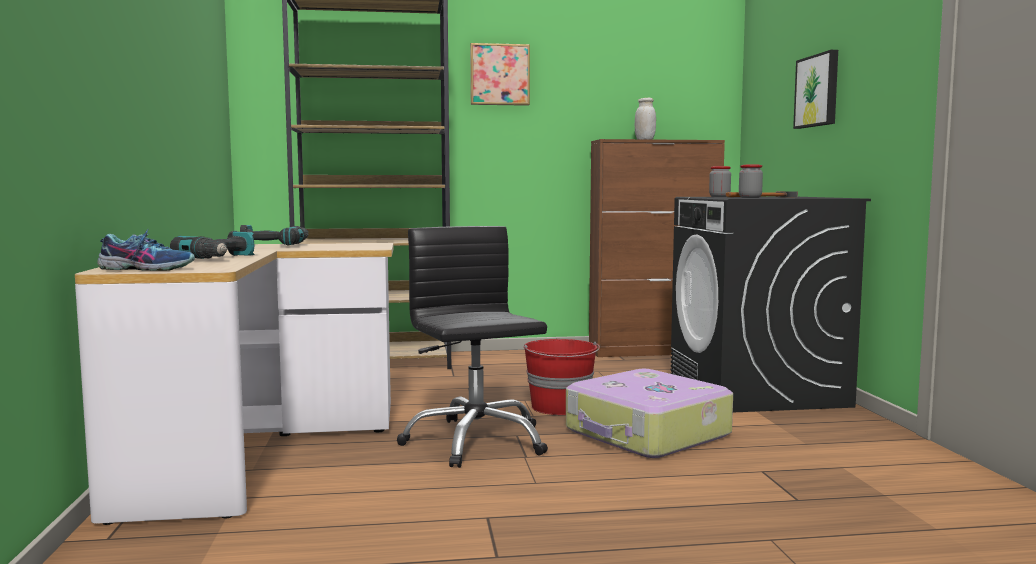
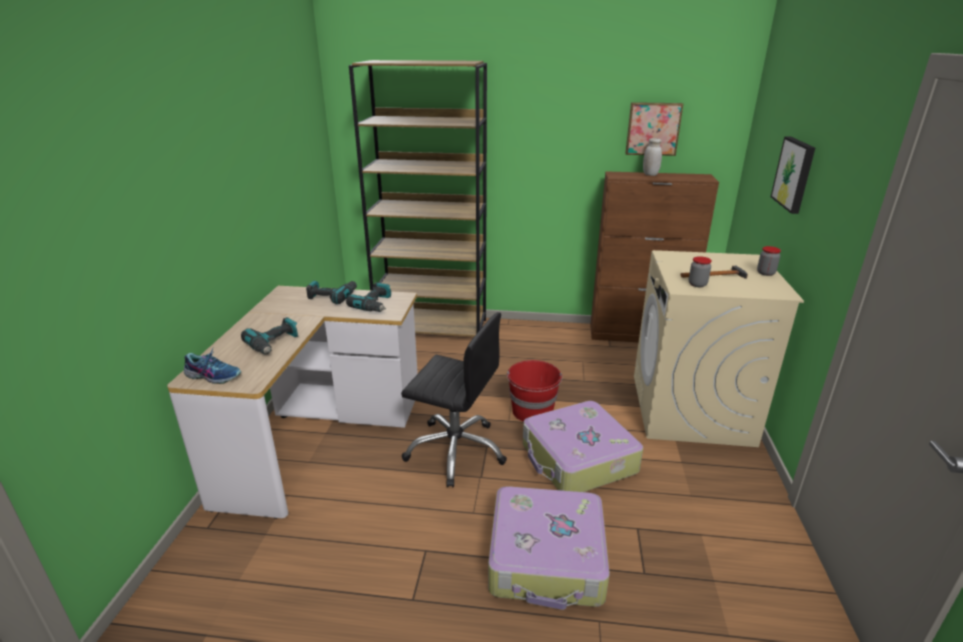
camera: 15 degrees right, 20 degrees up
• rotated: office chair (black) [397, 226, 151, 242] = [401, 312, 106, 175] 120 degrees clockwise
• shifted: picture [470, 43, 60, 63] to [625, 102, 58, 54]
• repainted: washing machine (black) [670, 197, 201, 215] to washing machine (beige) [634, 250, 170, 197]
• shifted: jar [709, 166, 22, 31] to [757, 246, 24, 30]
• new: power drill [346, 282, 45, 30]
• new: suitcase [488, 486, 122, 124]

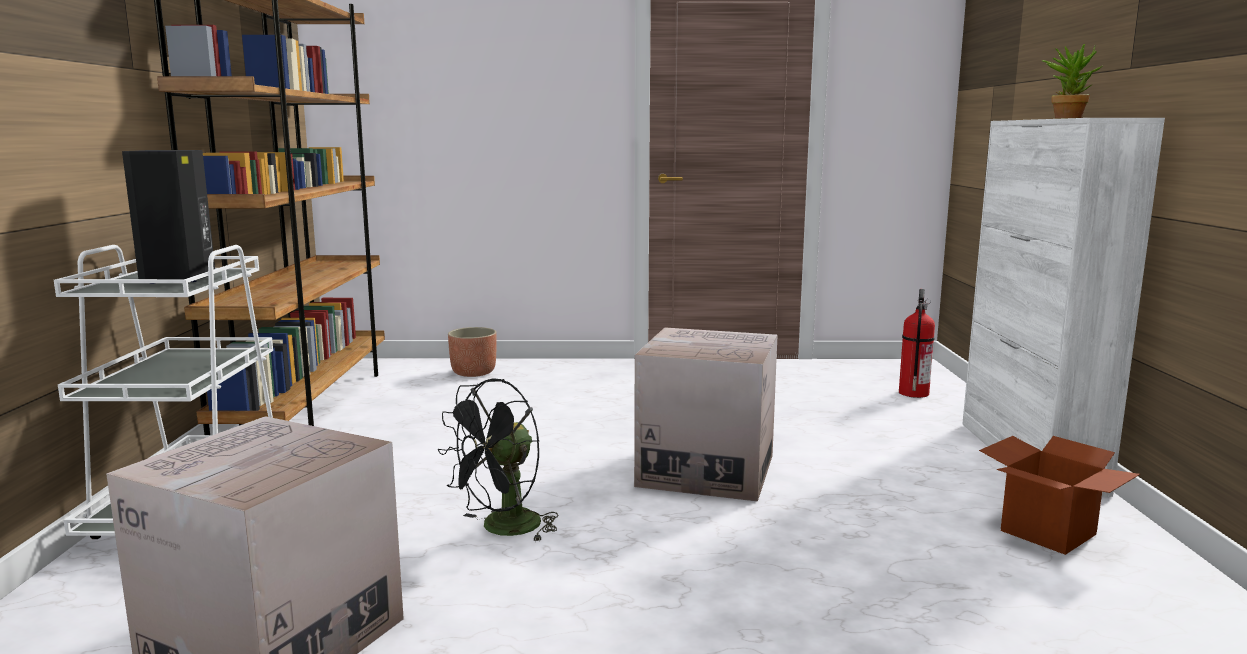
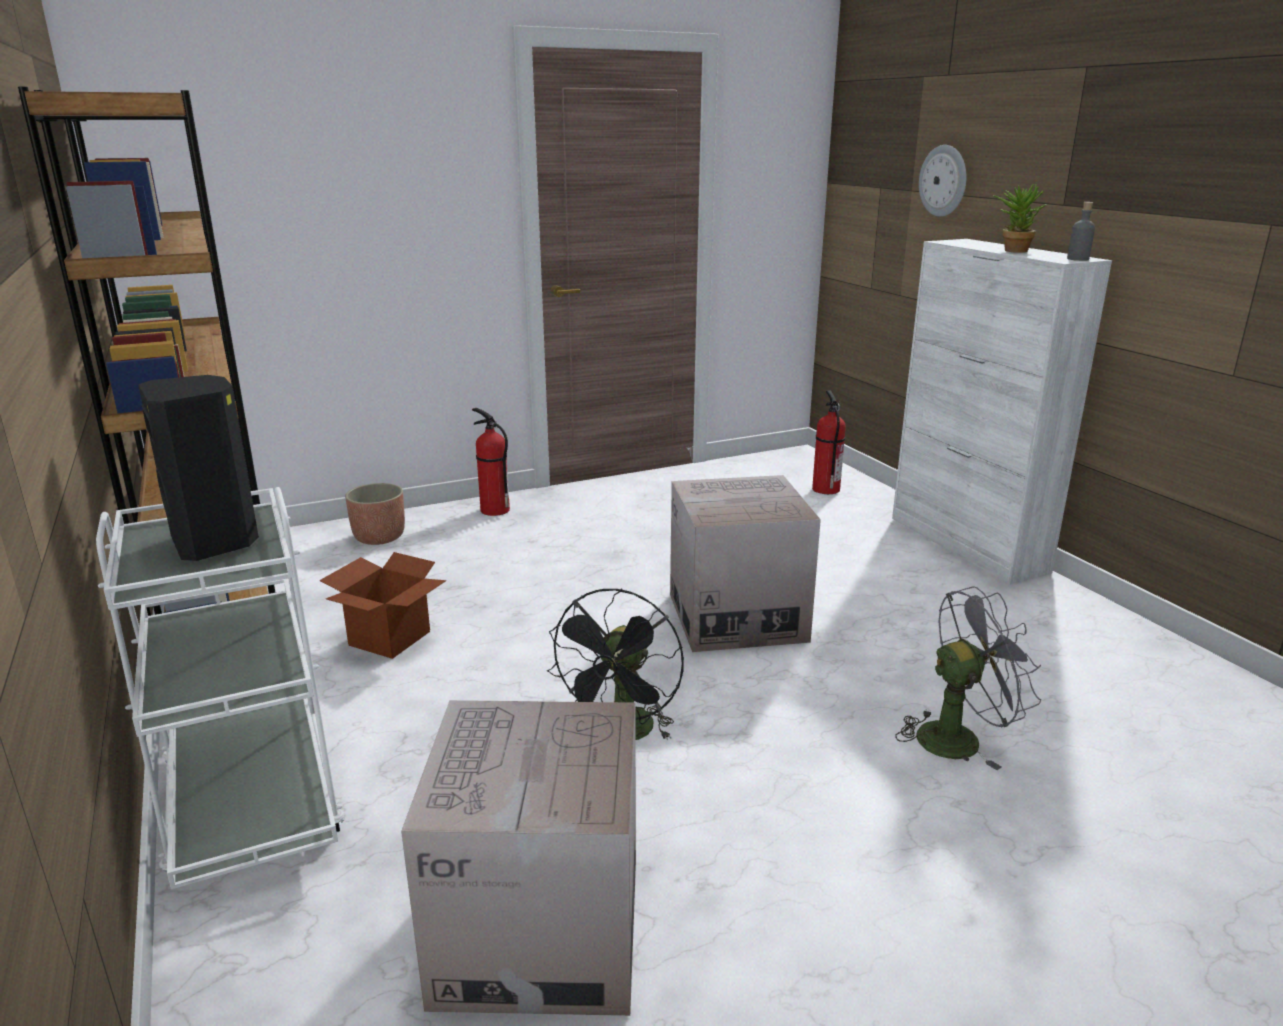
camera: 25 degrees left, 10 degrees up
• shifted: cardboard box [979, 436, 161, 119] to [319, 552, 127, 107]
• new: fire extinguisher [472, 408, 38, 108]
• new: fan (grey) [896, 586, 145, 184]
• new: wall clock [919, 145, 48, 72]
• new: bottle (grey) [1067, 202, 28, 59]

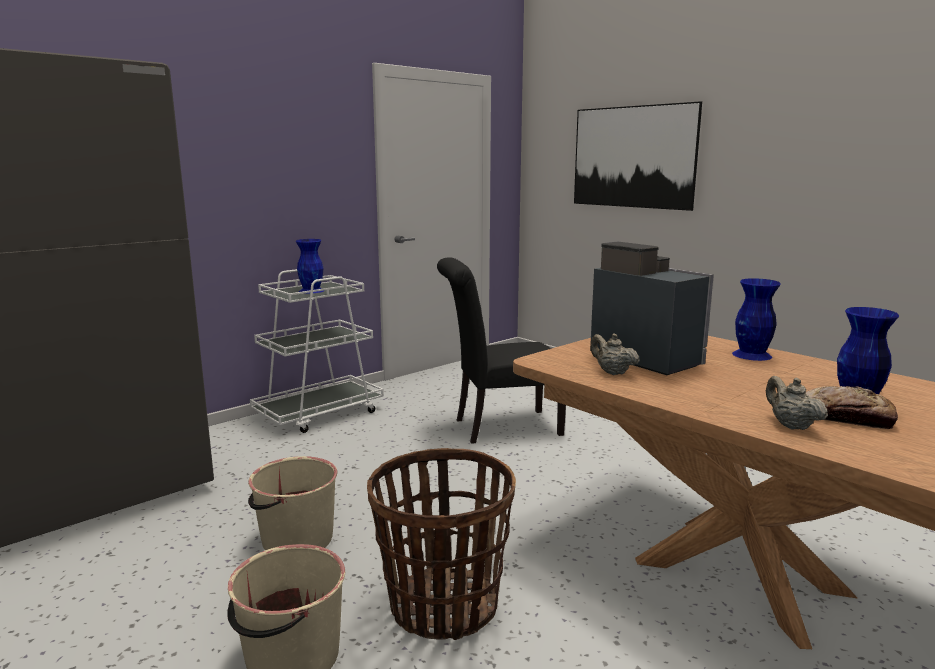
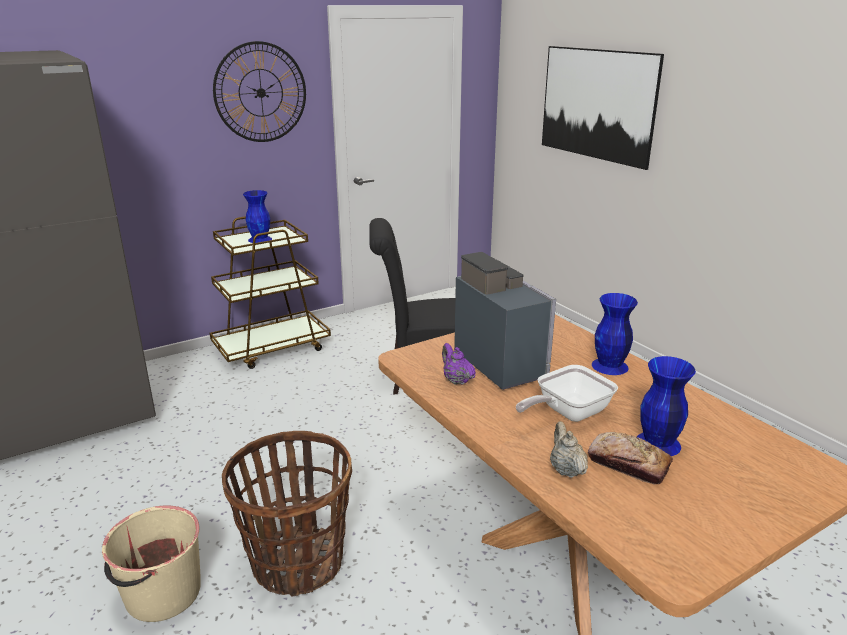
camera: 10 degrees right, 10 degrees up
• gone: bucket (beige) [248, 456, 89, 94]
• repainted: cart (white) [250, 269, 134, 164] to cart (brown) [210, 216, 121, 153]
• repainted: teapot (beige) [590, 334, 50, 41] to teapot (purple) [442, 343, 34, 42]
• new: wall clock [213, 41, 93, 101]
• new: frying pan [516, 365, 102, 57]

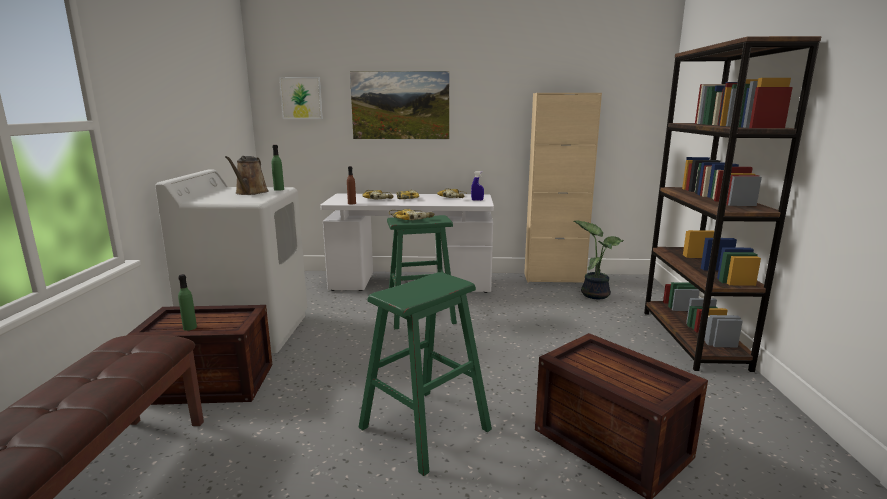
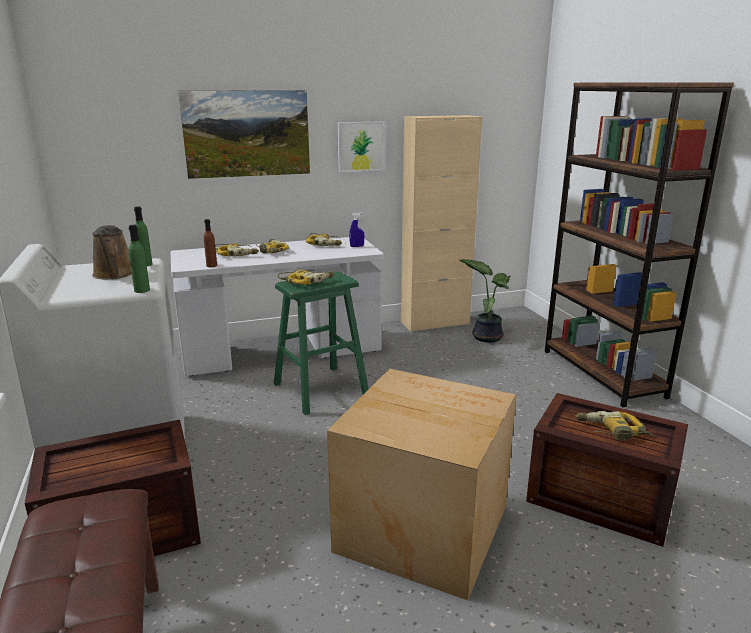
camera: 20 degrees left, 5 degrees up
• shifted: bottle (green) [178, 274, 19, 57] to [129, 225, 21, 68]
• shifted: picture [279, 77, 44, 42] to [338, 121, 47, 51]
• swapped: stool (green) [359, 272, 133, 204] to cardboard box [327, 369, 189, 231]
• new: power drill [576, 411, 79, 30]

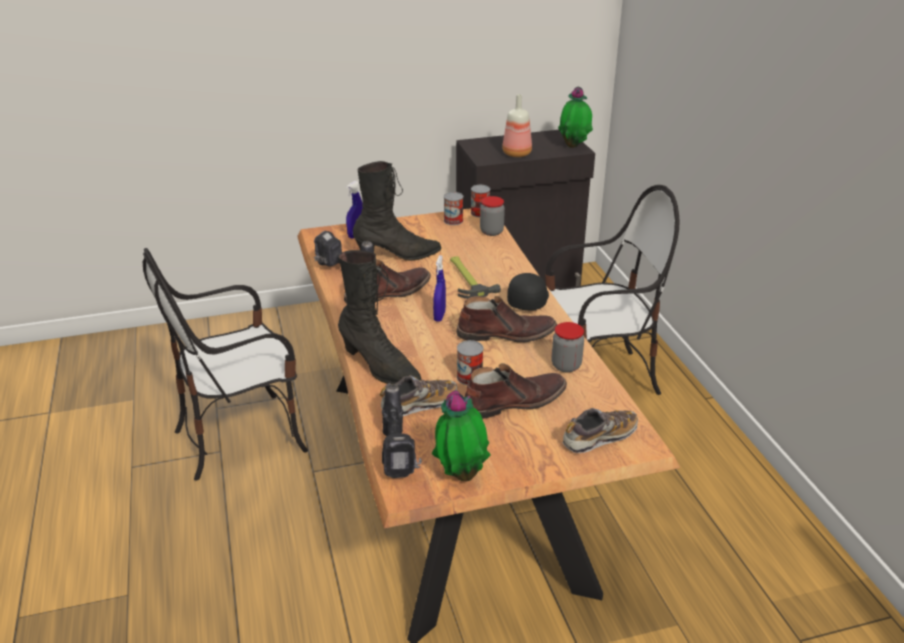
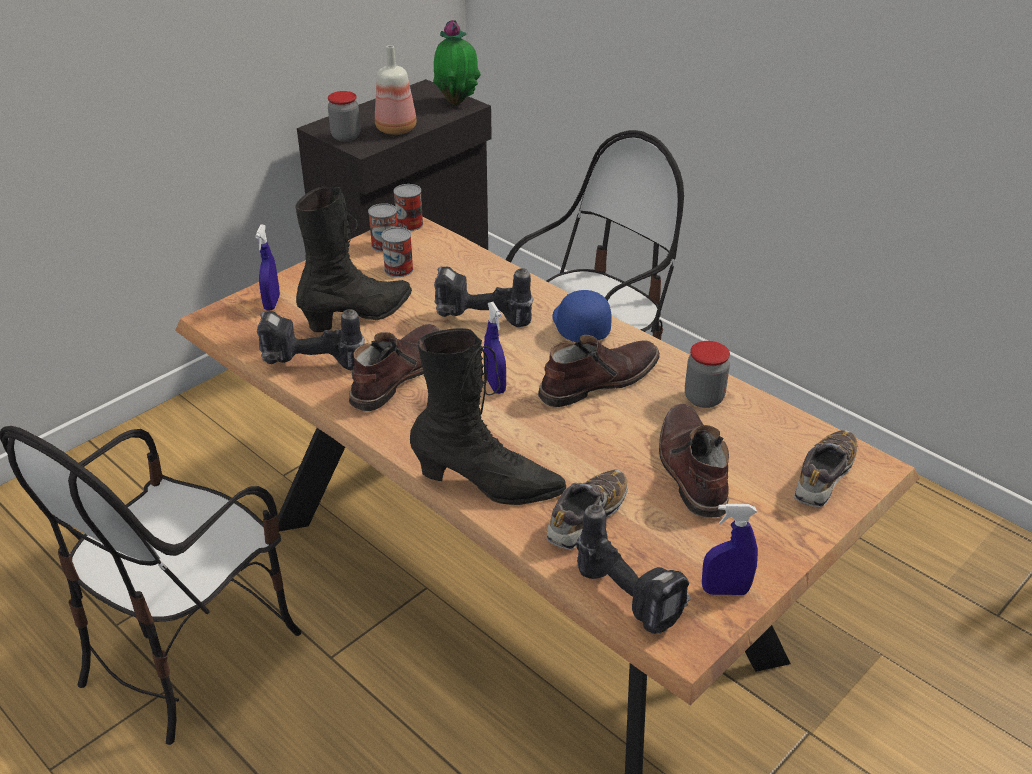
camera: 30 degrees left, 5 degrees up
• swapped: potted plant [432, 390, 59, 91] to spray bottle (blue) [702, 504, 56, 91]
• swapped: hammer [450, 256, 51, 43] to power drill [434, 267, 99, 60]
• shifted: can [457, 340, 27, 45] to [381, 227, 32, 50]
• rotated: boot (brown) [465, 363, 102, 56] = [659, 404, 70, 113] 45 degrees counterclockwise
• shifted: jar [480, 196, 25, 40] to [328, 91, 32, 51]
• repainted: cap (black) [507, 273, 42, 37] to cap (blue) [553, 290, 59, 52]

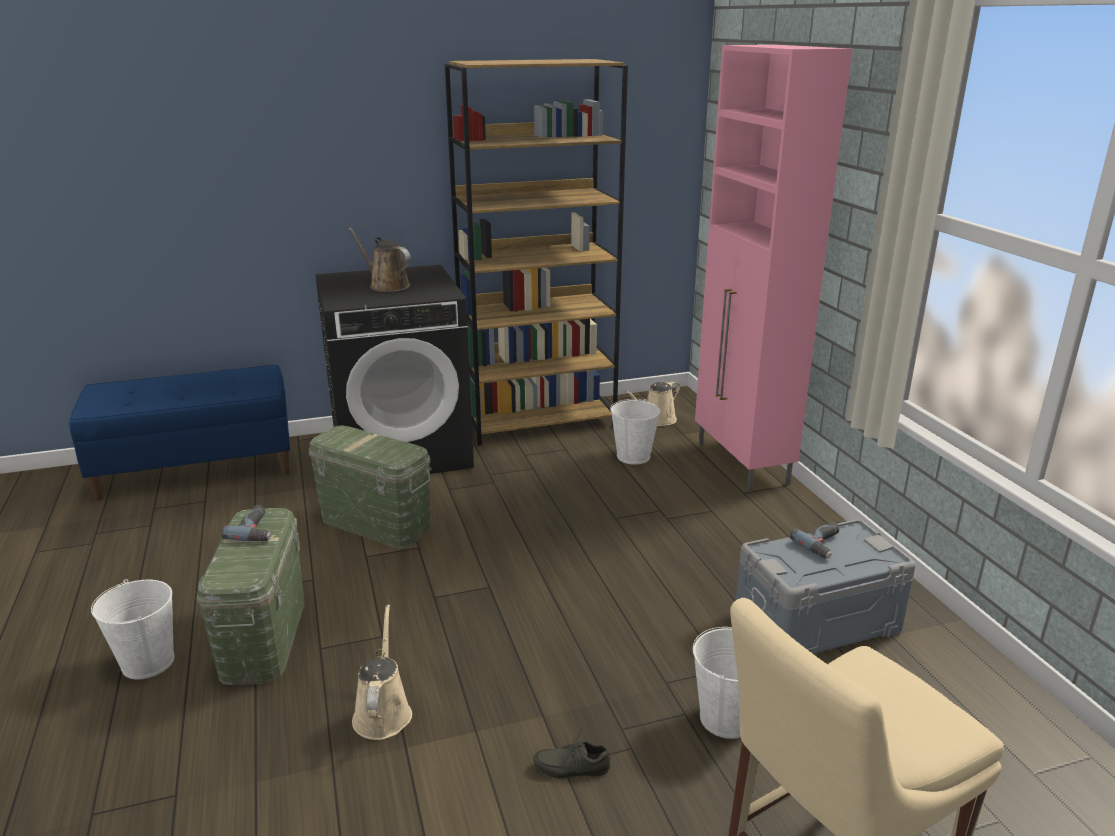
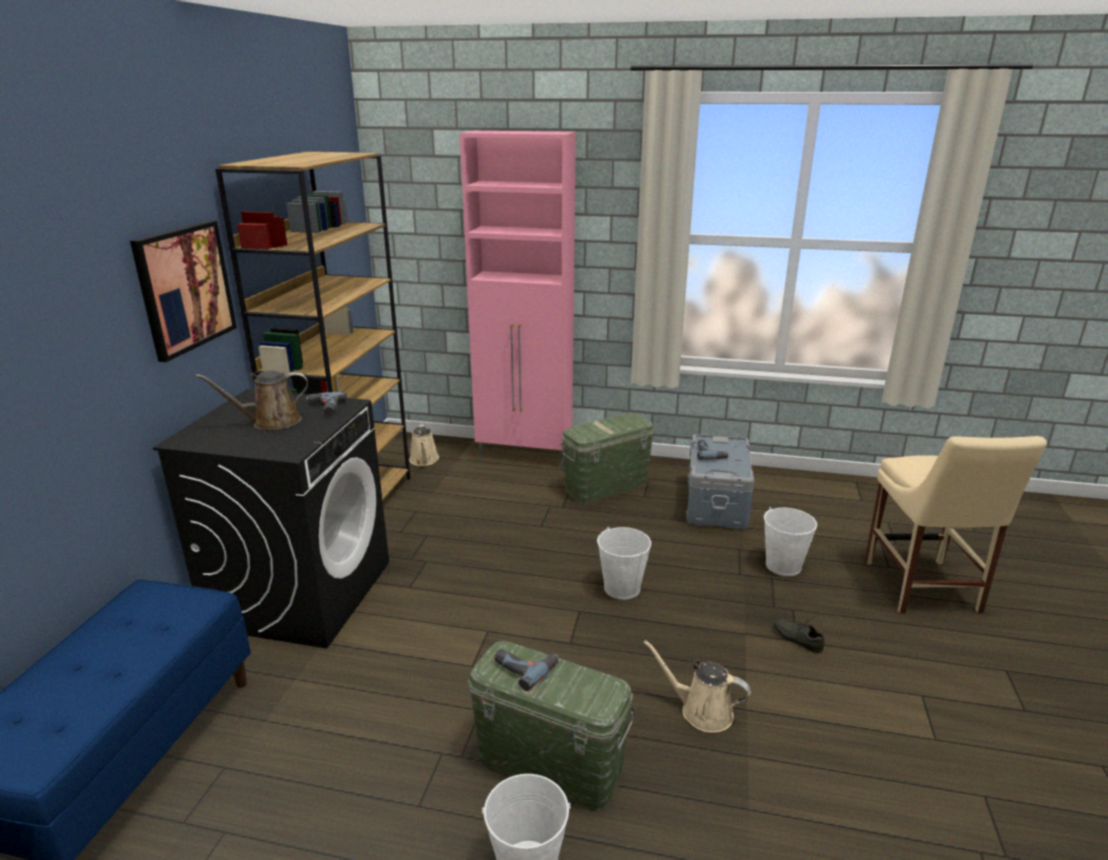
camera: 60 degrees left, 0 degrees up
• shifted: storage box (green) [309, 425, 123, 124] to [561, 413, 93, 91]
• rotated: shoe (grey) [533, 726, 77, 53] = [773, 617, 52, 36] 105 degrees clockwise
• shifted: bucket (white) [610, 399, 50, 66] to [597, 527, 54, 73]
• new: picture [130, 221, 107, 141]
• new: power drill [306, 392, 41, 24]

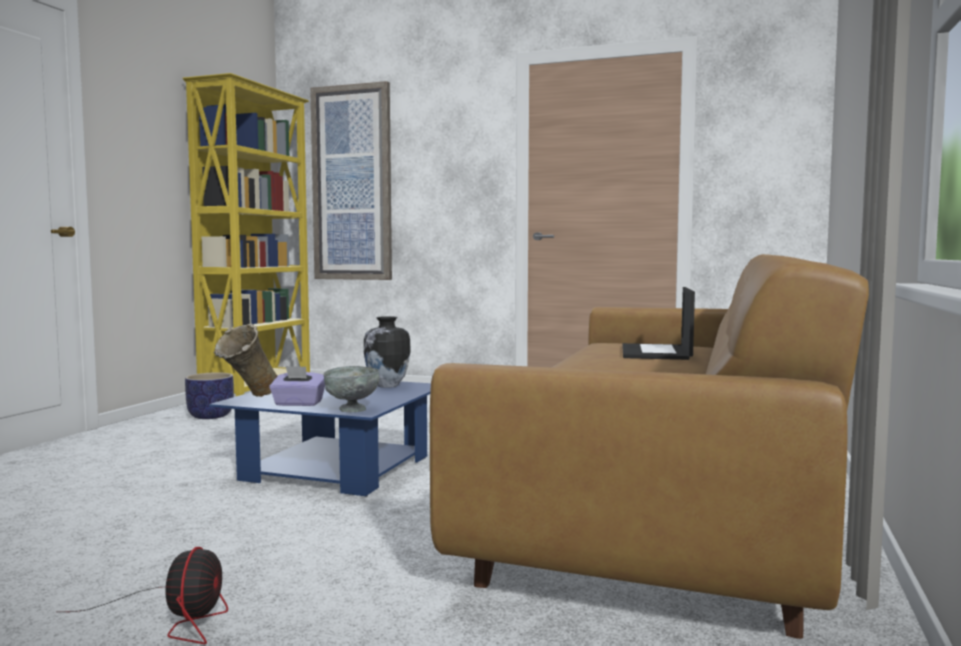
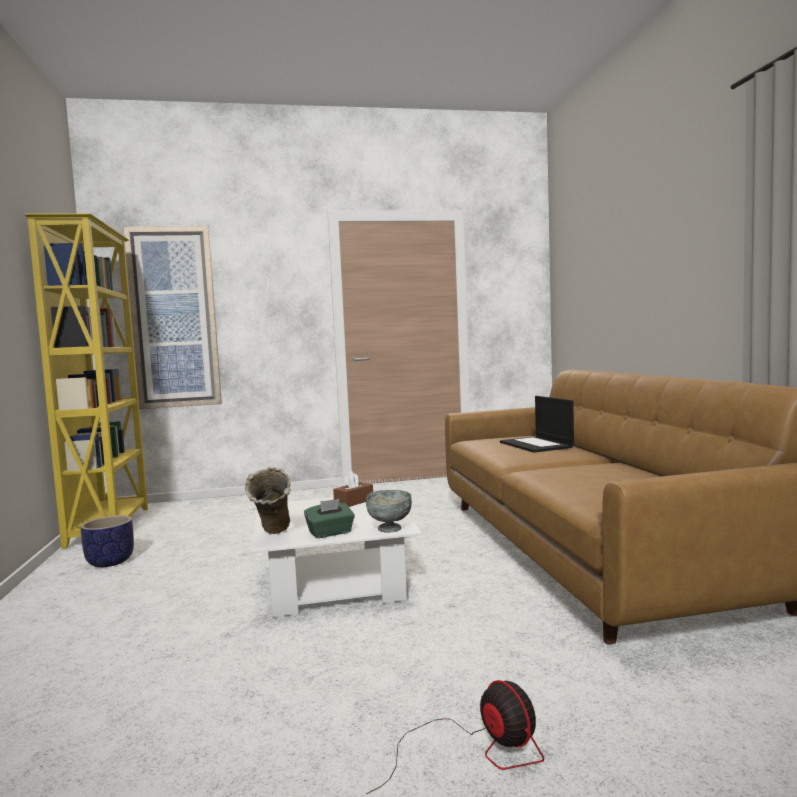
camera: 30 degrees left, 0 degrees up
• repainted: coffee table (blue) [209, 381, 222, 116] to coffee table (white) [250, 497, 172, 120]
• repainted: tissue box (purple) [269, 366, 56, 40] to tissue box (green) [304, 499, 51, 39]
• swapped: vase [364, 316, 47, 72] to tissue box (brown) [333, 471, 40, 36]

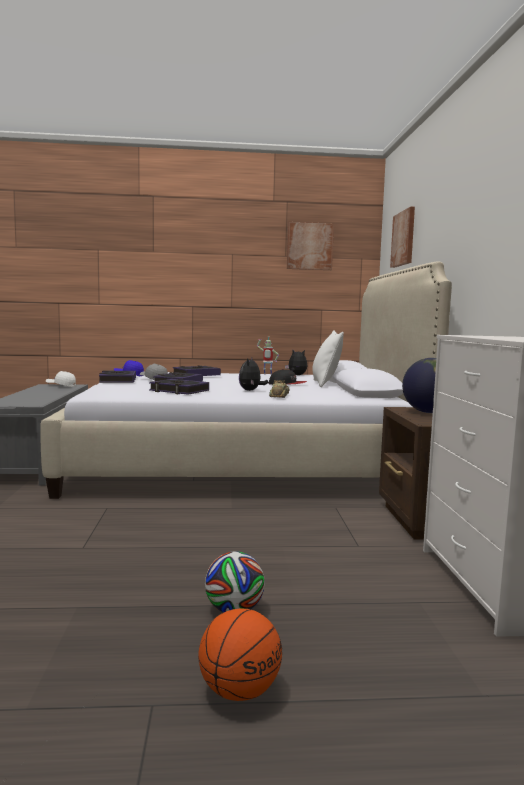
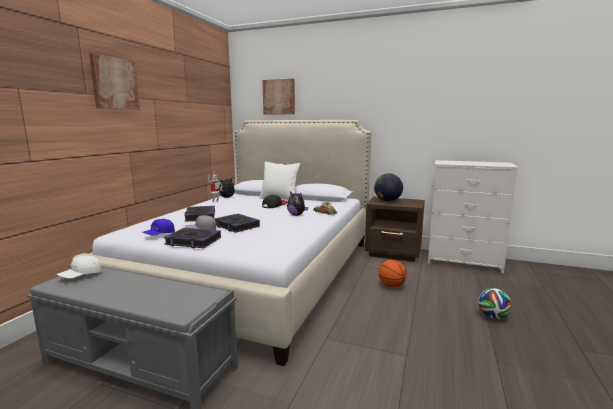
camera: 65 degrees left, 5 degrees up
• gone: book [149, 379, 60, 16]
• shifted: basketball [198, 608, 84, 93] to [379, 260, 28, 27]
• shifted: picture [287, 222, 47, 48] to [89, 53, 51, 57]

